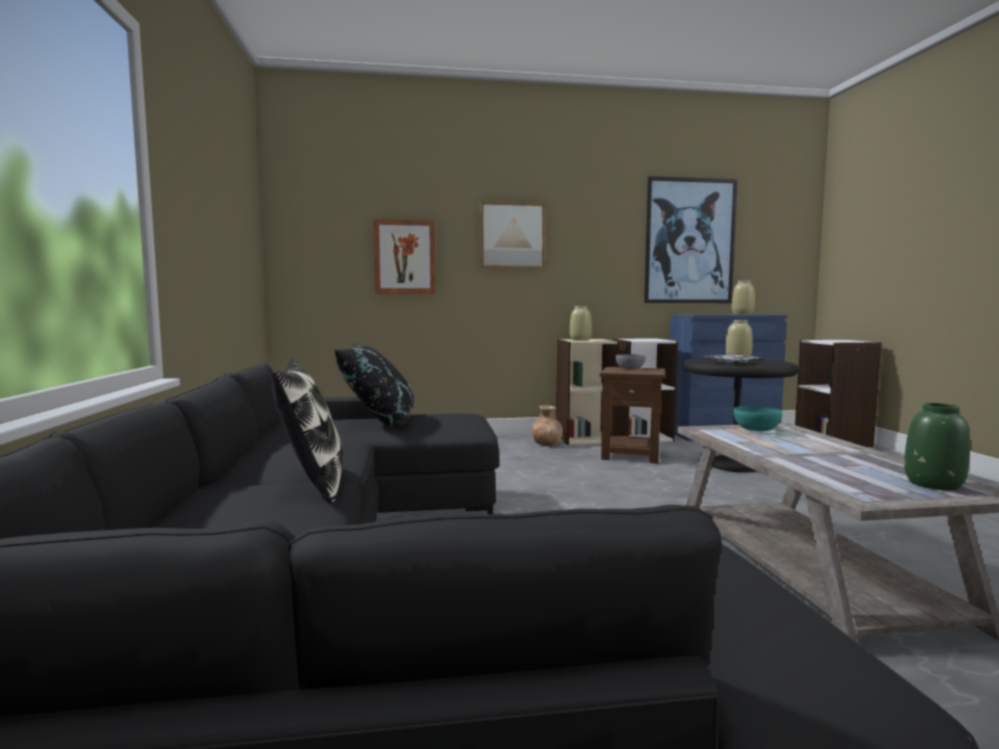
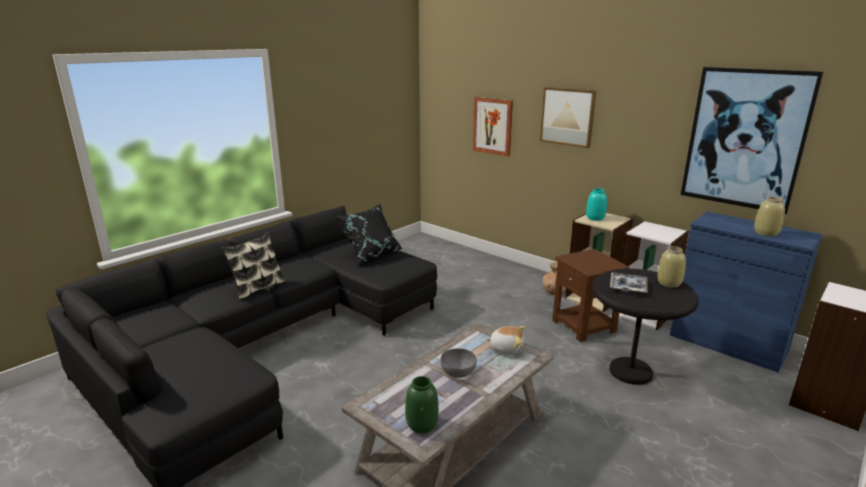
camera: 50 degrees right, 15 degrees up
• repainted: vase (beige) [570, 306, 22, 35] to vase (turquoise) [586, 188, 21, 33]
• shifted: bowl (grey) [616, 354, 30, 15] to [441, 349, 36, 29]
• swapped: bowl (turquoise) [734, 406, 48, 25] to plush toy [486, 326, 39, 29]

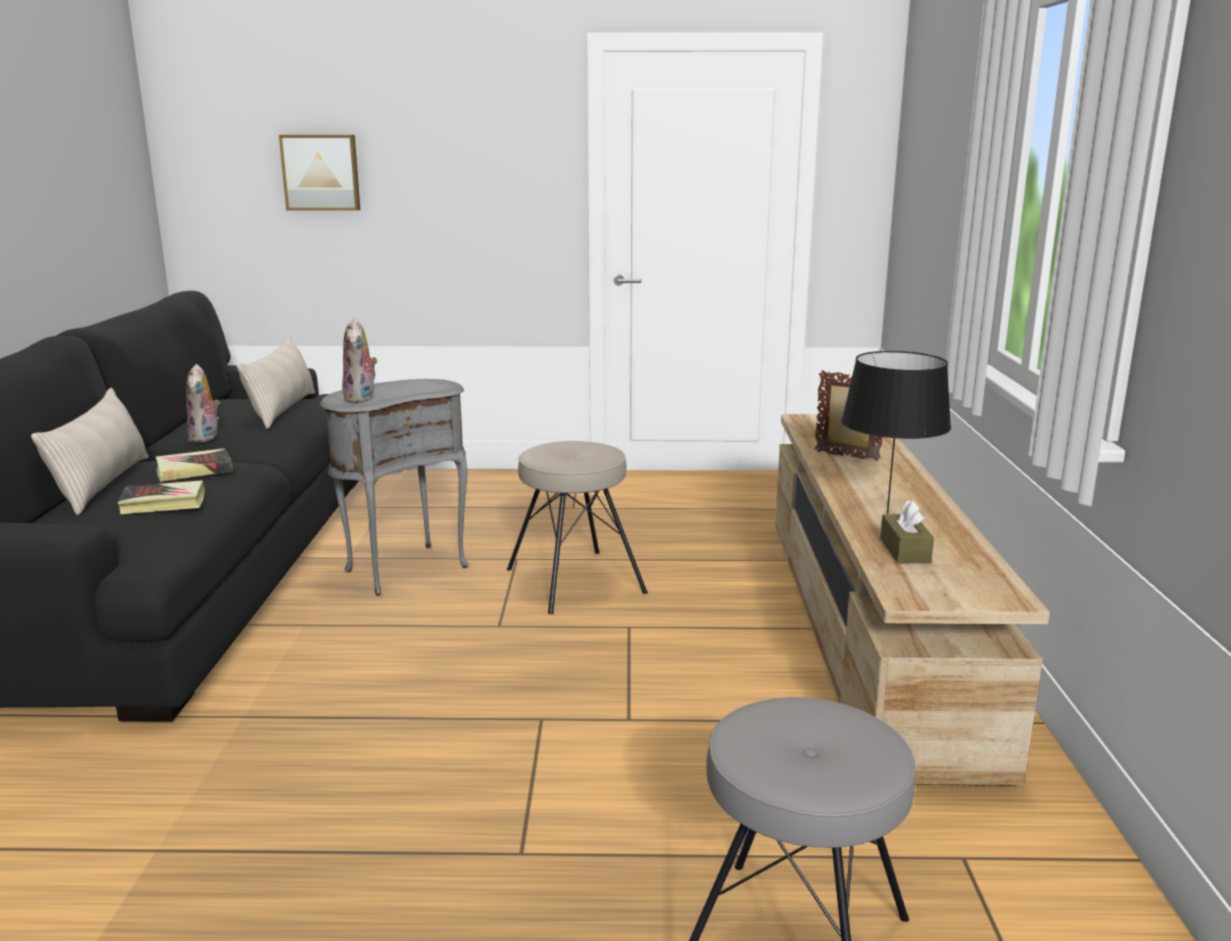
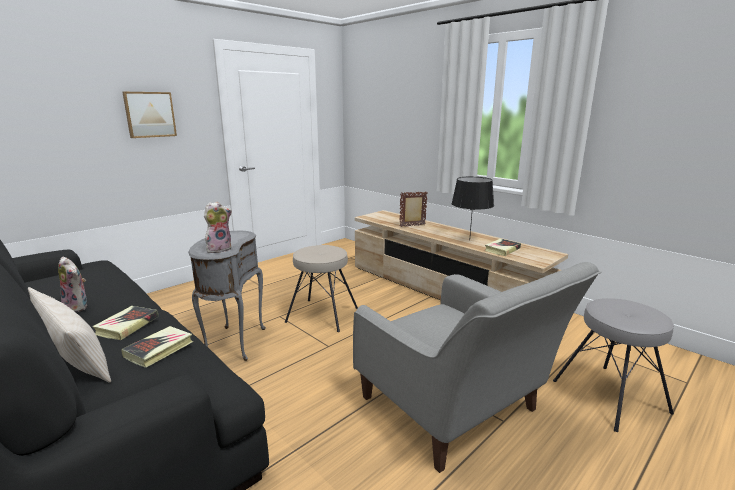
camera: 45 degrees left, 0 degrees up
• gone: pillow (beige) [236, 336, 79, 93]
• shifted: picture [279, 135, 81, 76] to [122, 92, 55, 46]
• rotated: plush toy [342, 318, 36, 85] = [204, 202, 28, 51] 75 degrees counterclockwise
• swapped: tissue box (brown) [880, 500, 54, 63] to book [485, 239, 36, 17]
• new: armchair (grey) [353, 262, 248, 211]

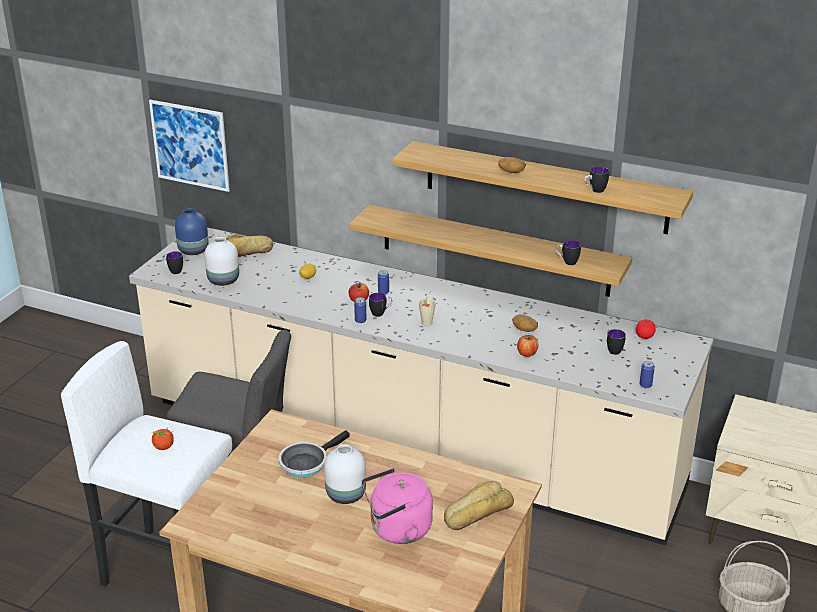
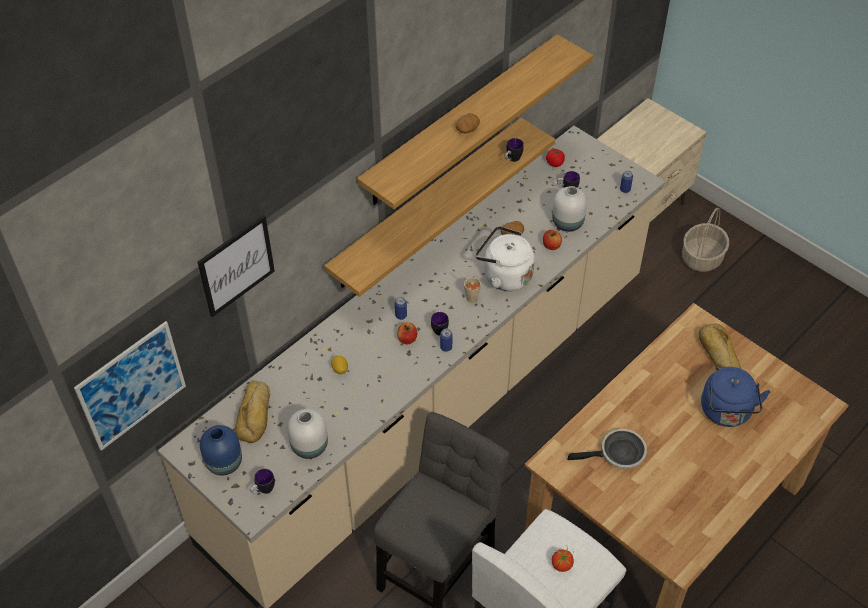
camera: 70 degrees left, 20 degrees up
• rotated: frying pan [279, 430, 70, 48] = [567, 429, 80, 40] 75 degrees counterclockwise
• shifted: vase (white) [324, 444, 42, 60] to [552, 186, 35, 46]
• repainted: kettle (pink) [361, 468, 72, 76] to kettle (blue) [701, 367, 69, 60]
• gone: mug [584, 167, 25, 26]
• new: picture [198, 215, 77, 102]
• new: kettle (white) [475, 226, 60, 65]

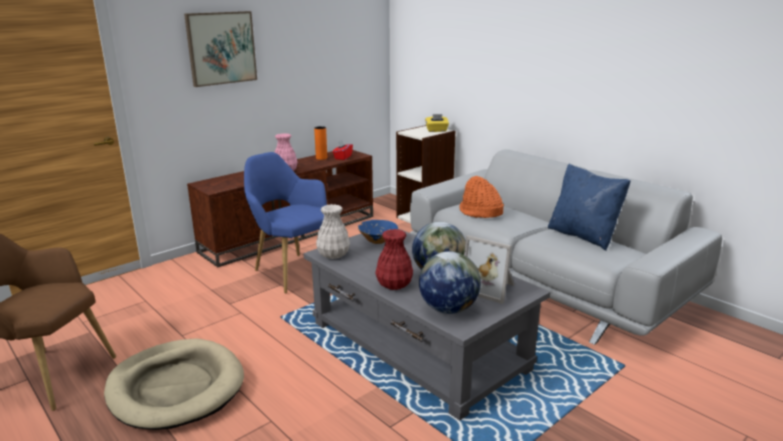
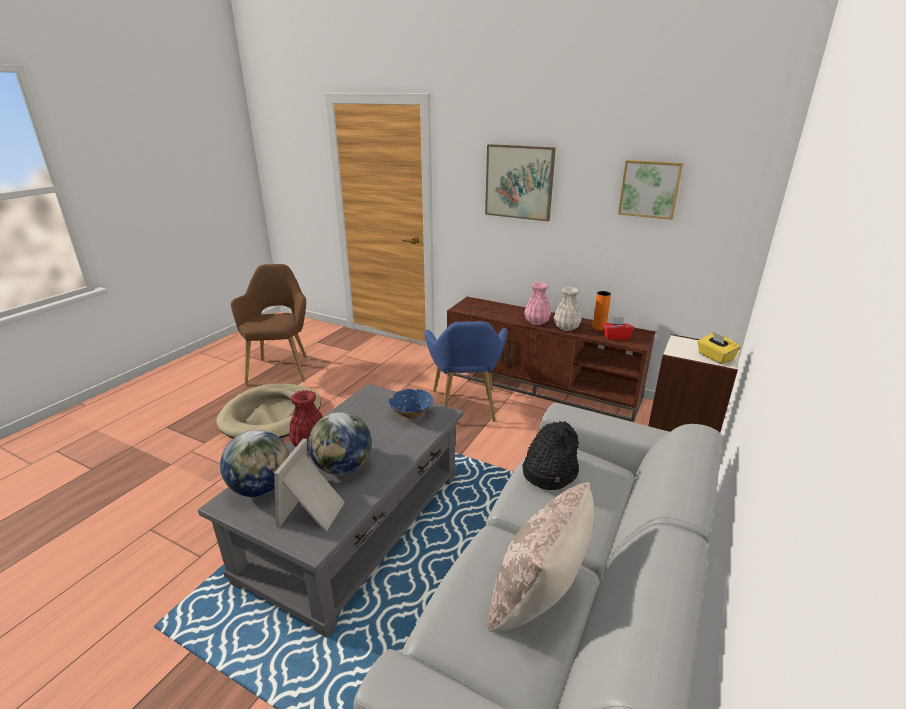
camera: 70 degrees right, 5 degrees up
• rotated: armchair (blue) [244, 152, 83, 142] = [424, 321, 84, 101] 150 degrees clockwise
• shifted: vase (white) [316, 204, 34, 55] to [554, 287, 28, 44]
• repainted: hat (orange) [459, 176, 45, 42] to hat (black) [522, 421, 57, 69]
• repainted: pillow (blue) [548, 164, 83, 87] to pillow (beige) [487, 482, 107, 150]
• new: picture [618, 160, 65, 60]

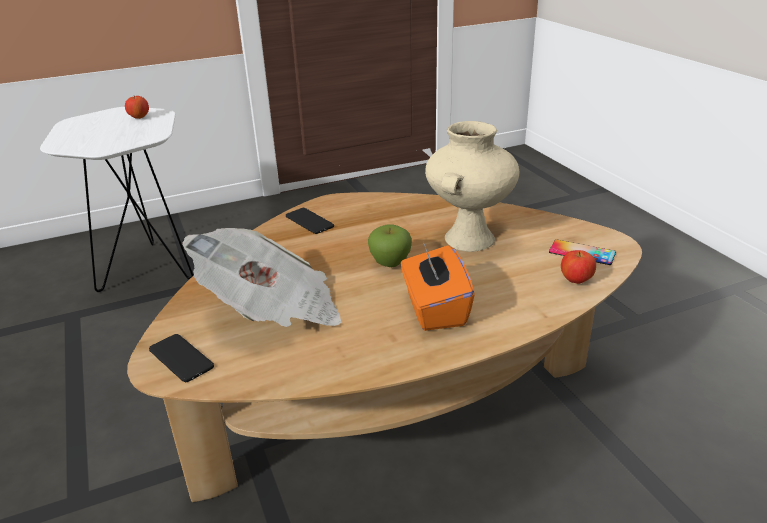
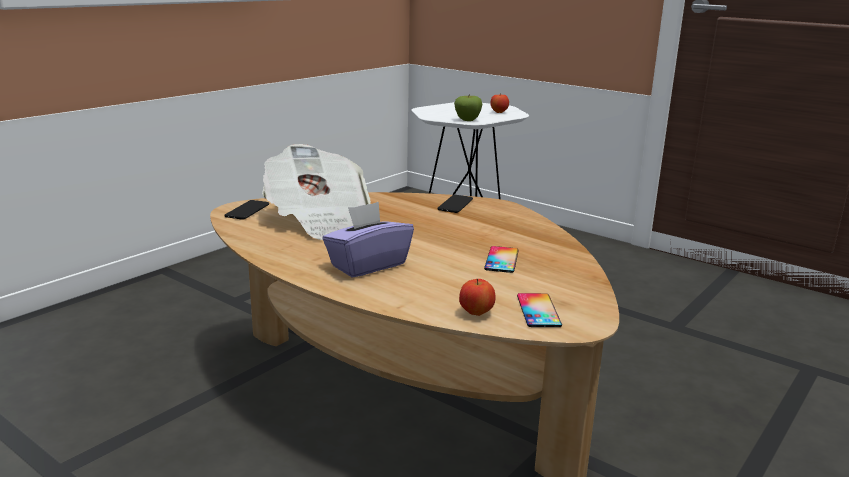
camera: 60 degrees right, 10 degrees down
• shifted: apple [368, 224, 44, 43] to [454, 96, 28, 25]
• repainted: tissue box (orange) [401, 241, 74, 90] to tissue box (purple) [322, 202, 92, 76]
• swapped: vase (beige) [425, 121, 95, 131] to phone [484, 246, 35, 27]

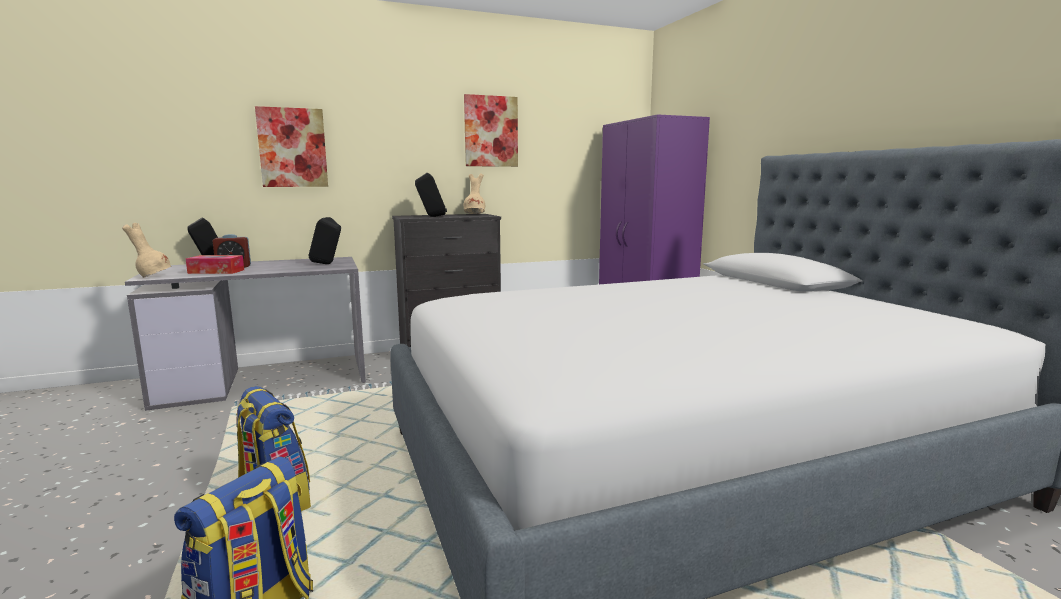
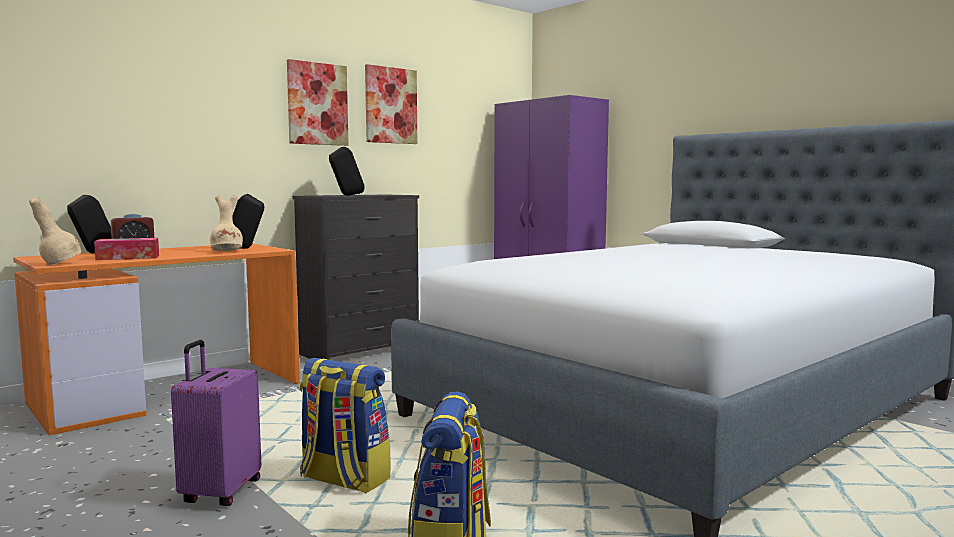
camera: 20 degrees left, 5 degrees down
• repainted: desk (grey) [125, 257, 241, 154] to desk (orange) [13, 244, 287, 191]
• shifted: picture [255, 106, 73, 81] to [287, 59, 61, 87]
• shifted: vase (beige) [464, 173, 21, 41] to [210, 194, 33, 57]
• new: suitcase (purple) [171, 340, 90, 166]

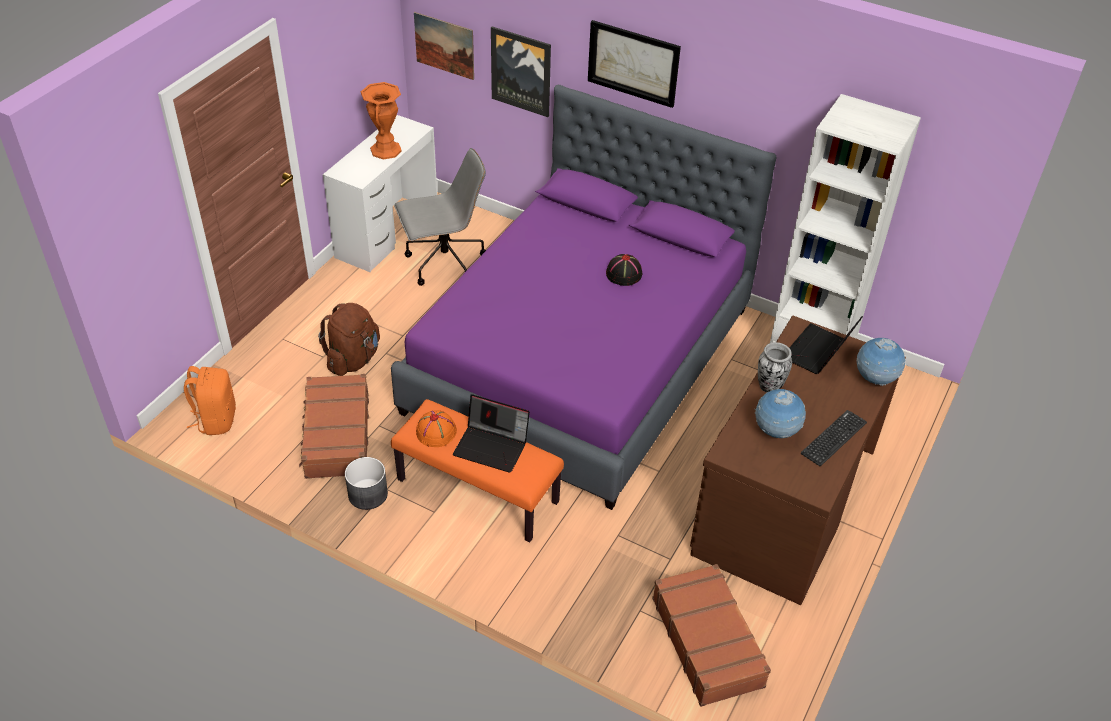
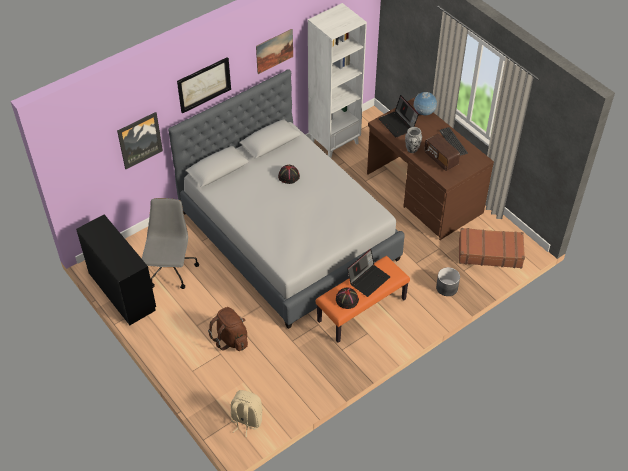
camera: 65 degrees left, 5 degrees up
• repainted: backpack (orange) [184, 366, 52, 69] to backpack (beige) [231, 390, 32, 47]
• gone: suitcase (brown) [299, 374, 70, 105]
• repainted: desk (white) [323, 115, 114, 157] to desk (black) [76, 214, 80, 111]
• shifted: planter (grey) [345, 457, 43, 53] to [436, 267, 24, 29]
• gone: vase (orange) [361, 82, 41, 77]
• repainted: bed (purple) [391, 85, 386, 425] to bed (grey) [168, 69, 237, 260]
• shifted: picture [414, 12, 60, 68] to [256, 29, 37, 45]
• repainted: hat (orange) [416, 410, 41, 37] to hat (black) [336, 287, 23, 22]
• swapped: globe [754, 389, 52, 50] to radio [424, 134, 36, 37]

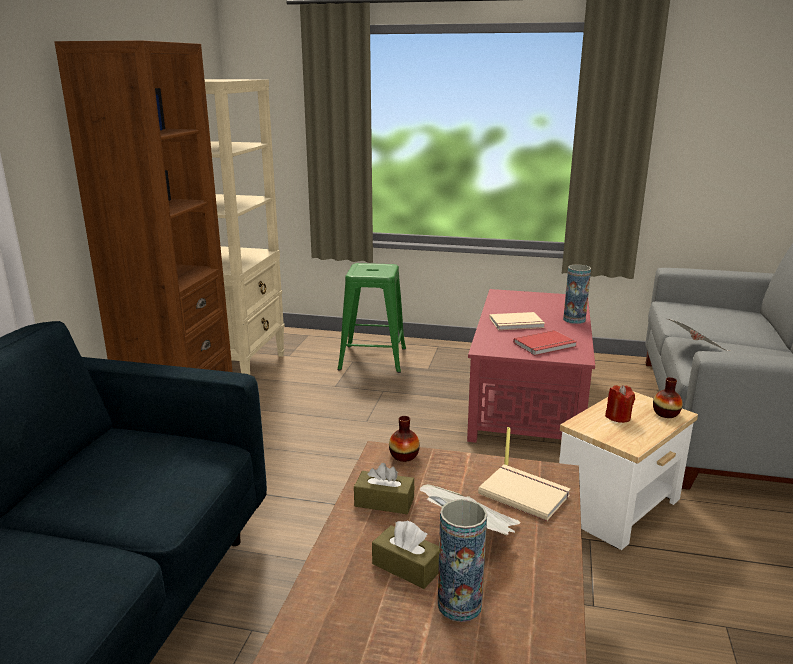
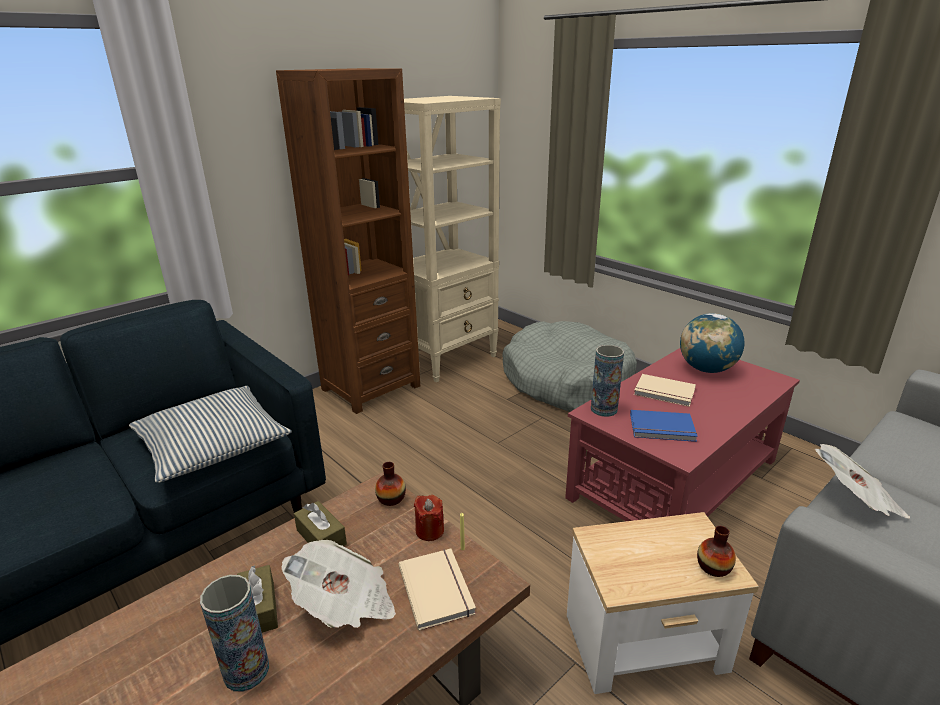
camera: 35 degrees right, 5 degrees up
• swapped: stool (green) [337, 263, 69, 110] to dog bed (grey) [503, 321, 134, 91]
• repainted: book (red) [513, 330, 64, 26] to book (blue) [630, 410, 68, 32]
• shifted: vase [563, 264, 28, 60] to [591, 345, 33, 72]
• shifted: candle (red) [605, 385, 30, 38] to [414, 495, 30, 46]
• new: pillow [129, 386, 163, 97]
• new: globe [680, 313, 65, 60]

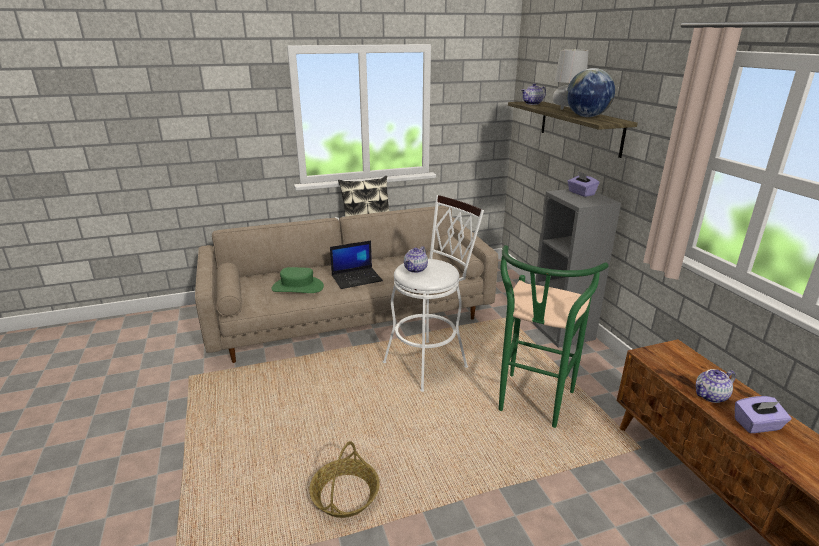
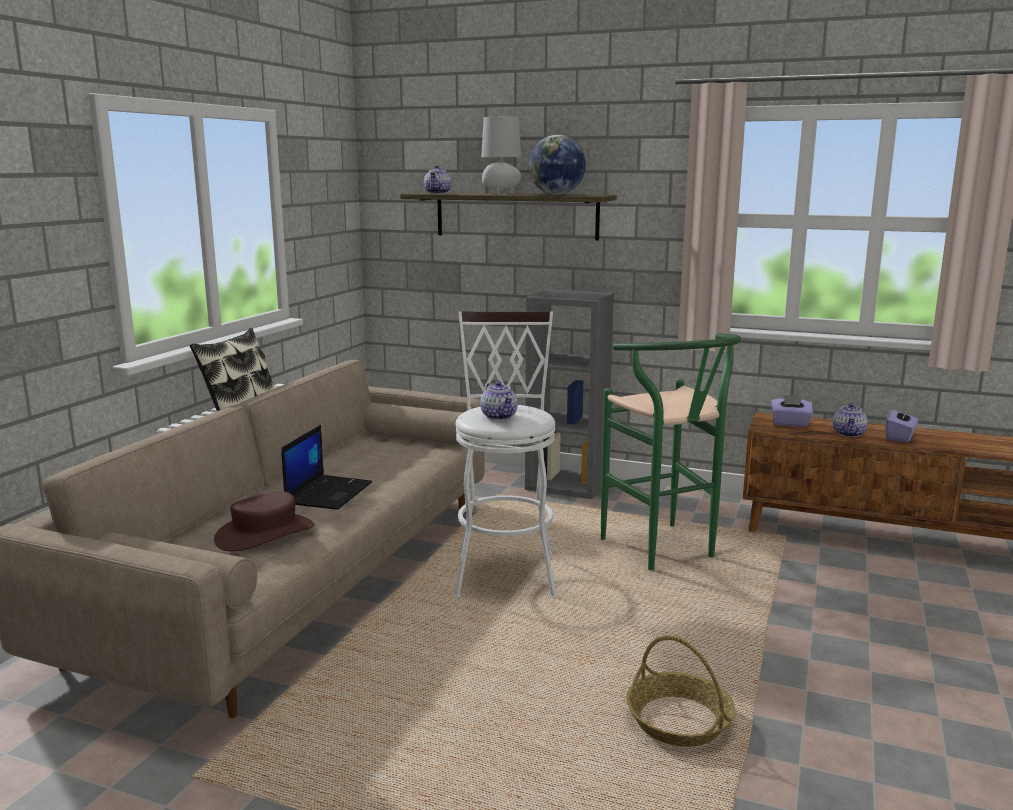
camera: 50 degrees left, 10 degrees down
• repainted: hat (green) [271, 267, 53, 26] to hat (brown) [214, 491, 100, 61]
• shifted: tissue box (purple) [567, 172, 32, 25] to [771, 395, 42, 32]

